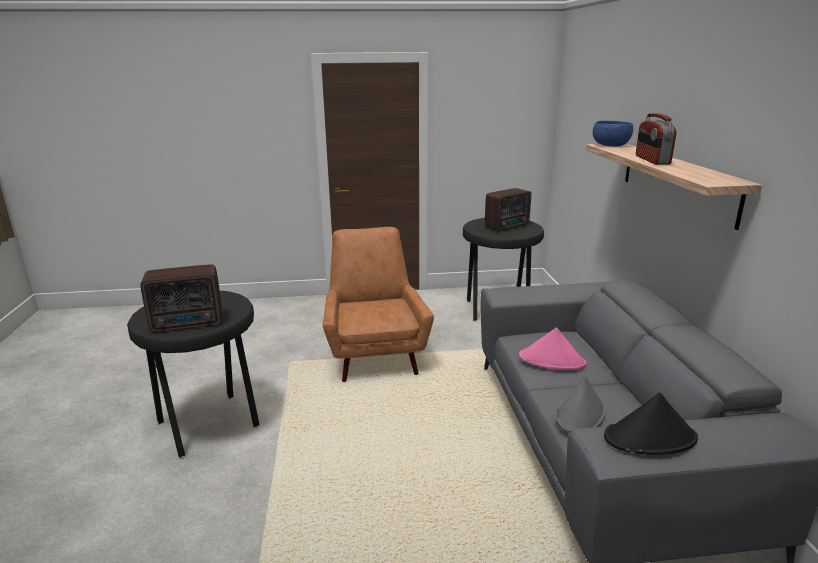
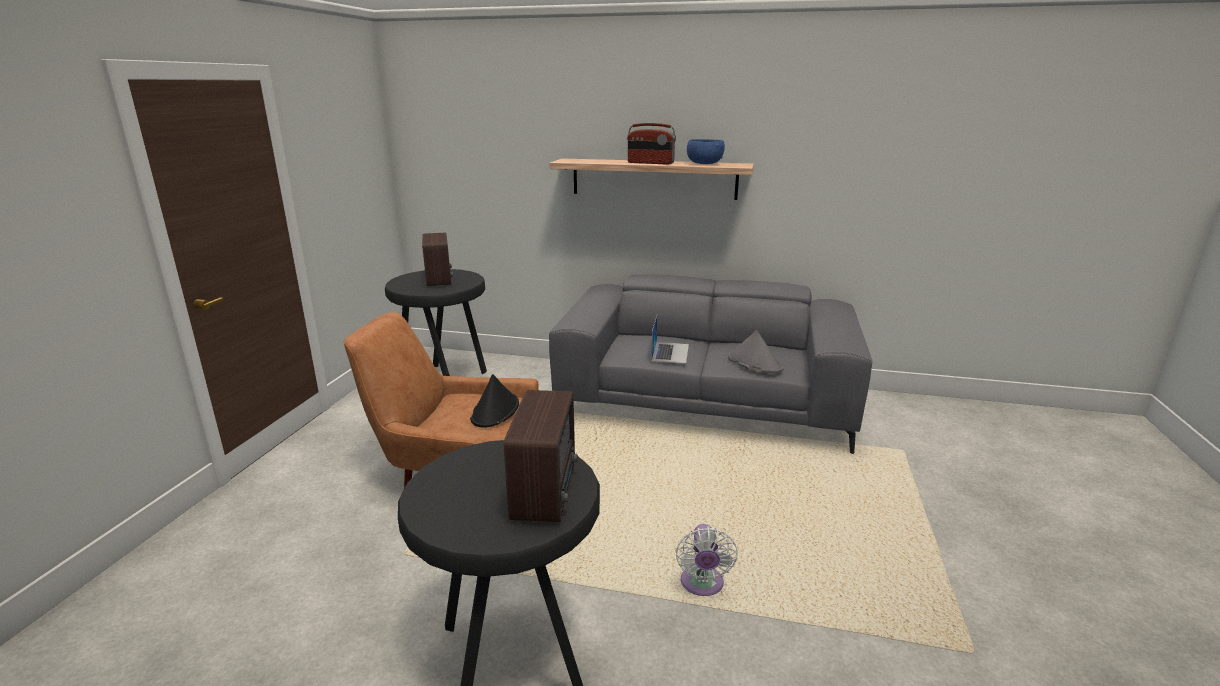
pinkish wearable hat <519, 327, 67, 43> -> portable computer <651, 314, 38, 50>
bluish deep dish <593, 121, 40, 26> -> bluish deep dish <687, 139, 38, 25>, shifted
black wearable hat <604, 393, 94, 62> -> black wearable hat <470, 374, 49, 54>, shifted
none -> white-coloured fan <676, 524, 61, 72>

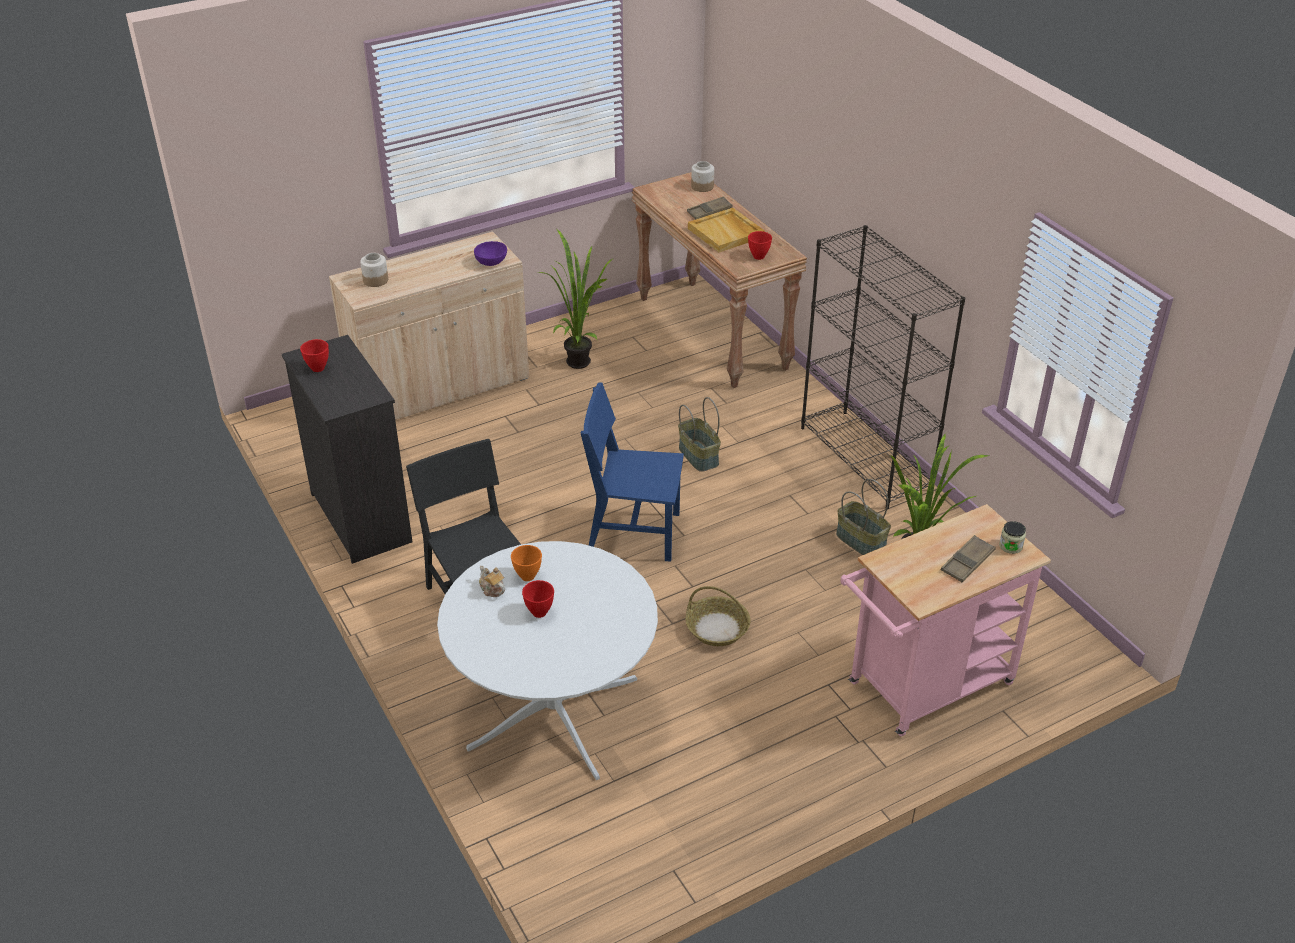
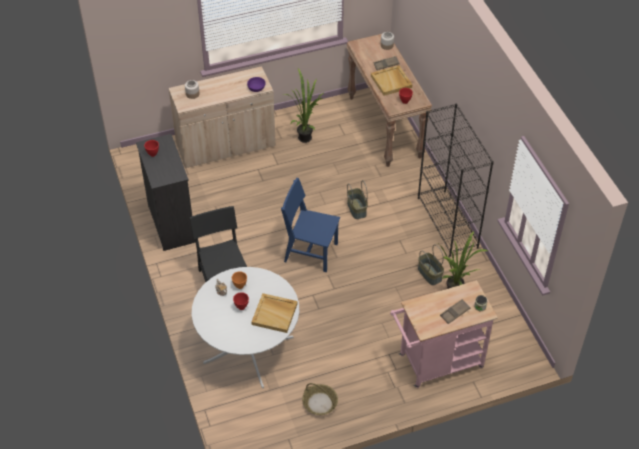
basket <685, 586, 66, 60> -> basket <302, 383, 36, 32>, shifted
none -> beige serving tray <251, 293, 46, 40>

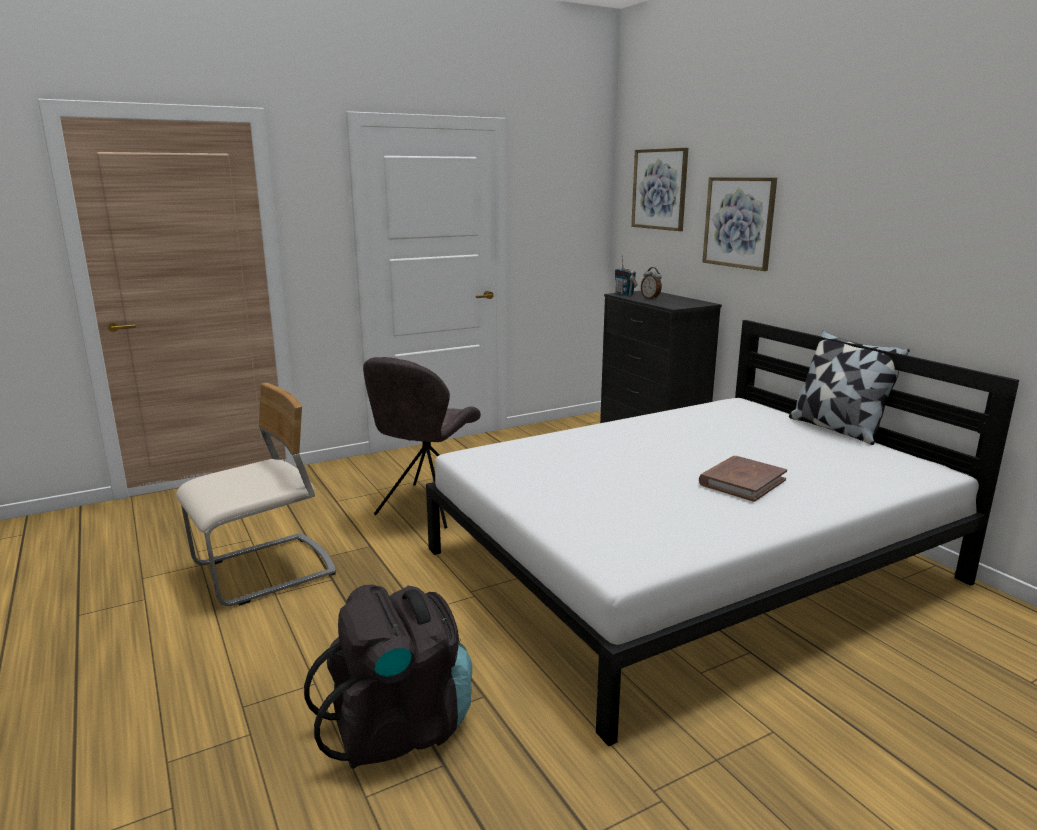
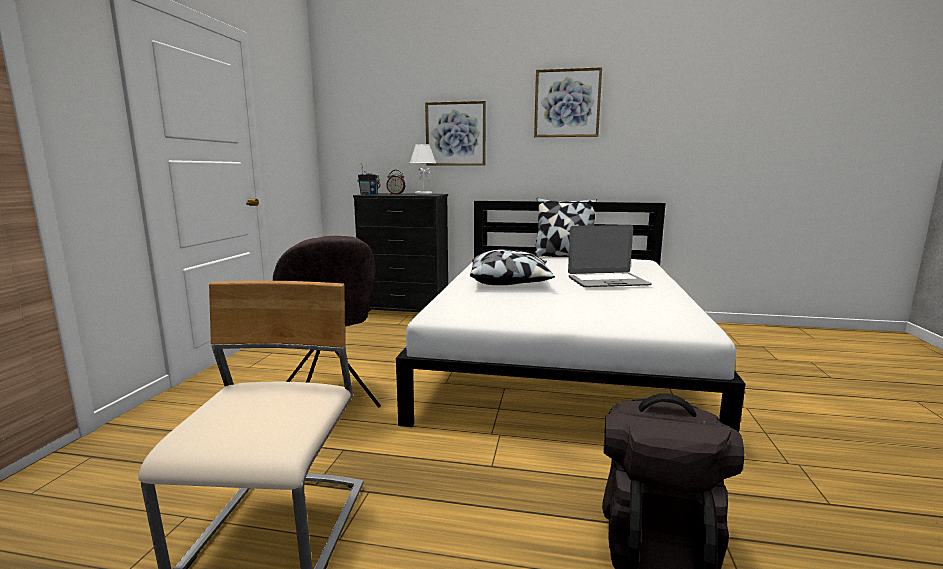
picture <631, 148, 57, 83> -> picture <534, 67, 68, 70>, shifted
brown book <699, 456, 88, 46> -> portable computer <568, 225, 84, 62>
none -> white-coloured lamp for a table <410, 144, 26, 51>
none -> throw pillow <470, 250, 85, 35>

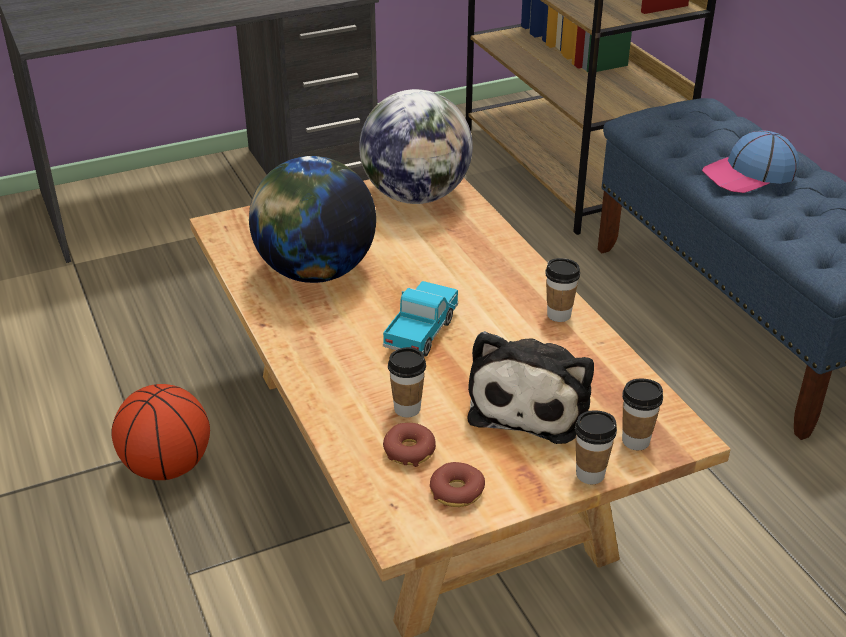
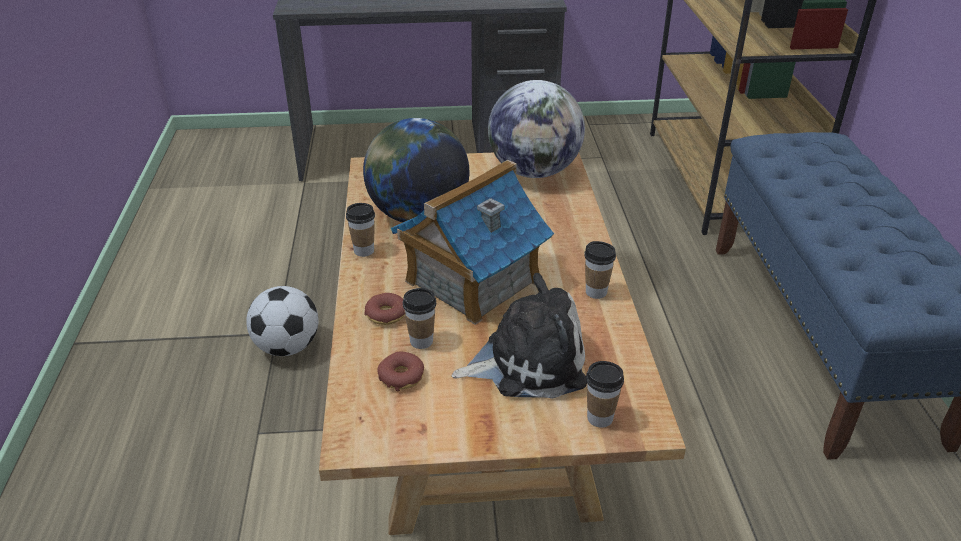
basketball <111, 384, 99, 96> -> football ball <246, 286, 72, 70>
toy truck <383, 281, 75, 76> -> model house <391, 160, 163, 165>
doughnut <430, 462, 55, 45> -> doughnut <364, 293, 41, 32>, shifted
soft toy <467, 331, 127, 113> -> soft toy <451, 273, 136, 126>, 135 degrees counterclockwise
drinking cup <575, 410, 42, 74> -> drinking cup <346, 203, 29, 54>, shifted
peaked cap <702, 131, 97, 62> -> none

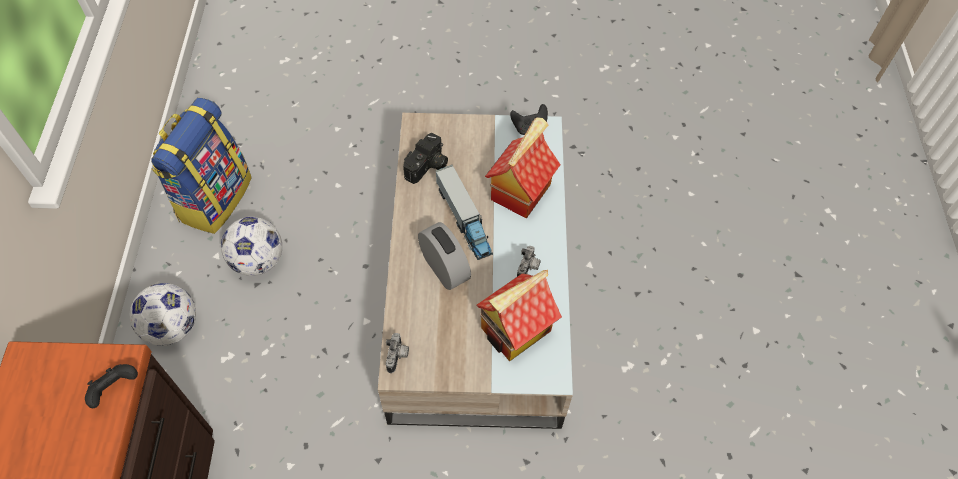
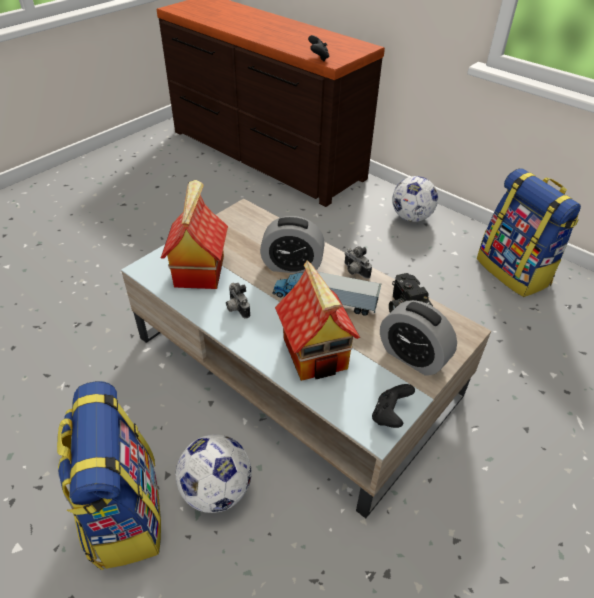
football ball <221, 217, 61, 59> -> football ball <176, 435, 76, 78>, shifted
still camera <386, 333, 23, 40> -> still camera <344, 246, 28, 33>, shifted
none -> knapsack <57, 381, 104, 189>
none -> bedside clock <380, 300, 77, 76>

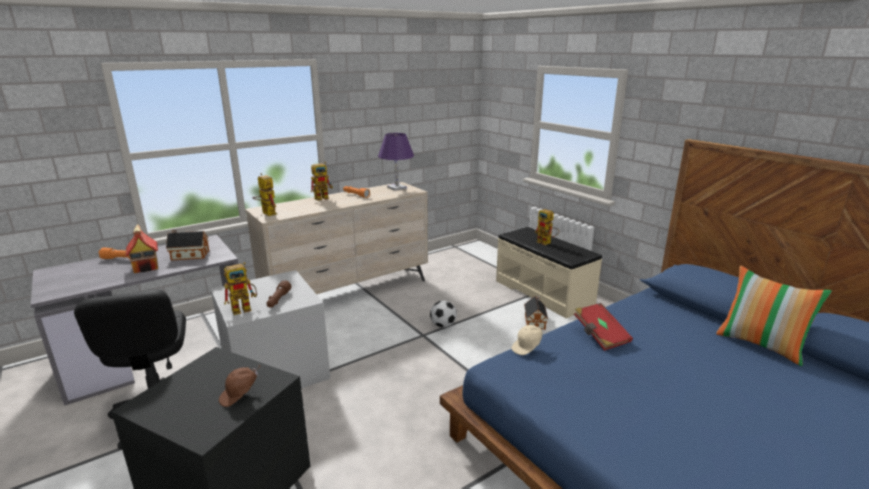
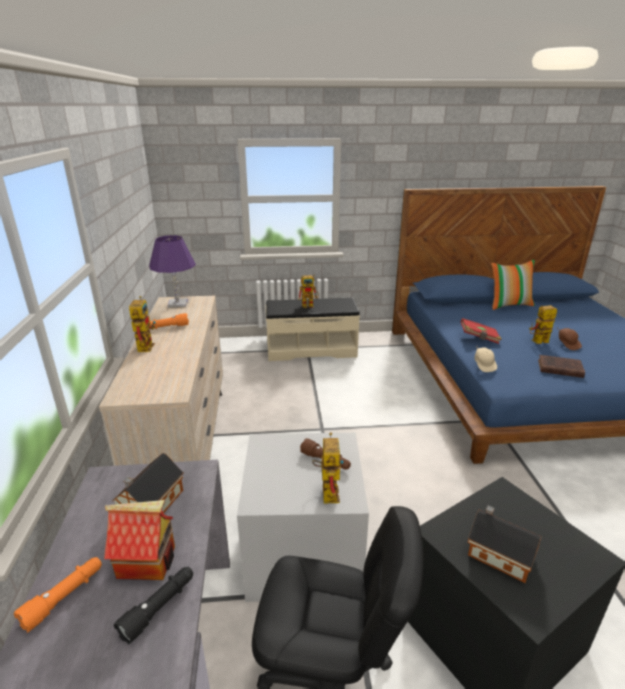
brown peaked cap <219, 365, 41, 42> -> brown peaked cap <557, 327, 25, 23>, shifted
robot figure <253, 173, 24, 43> -> robot figure <529, 305, 28, 39>, shifted
football ball <430, 301, 27, 26> -> none
model house <524, 296, 24, 34> -> model house <468, 505, 73, 78>, shifted
none -> black flashlight <114, 567, 79, 78>
none -> brown book <538, 355, 47, 23>

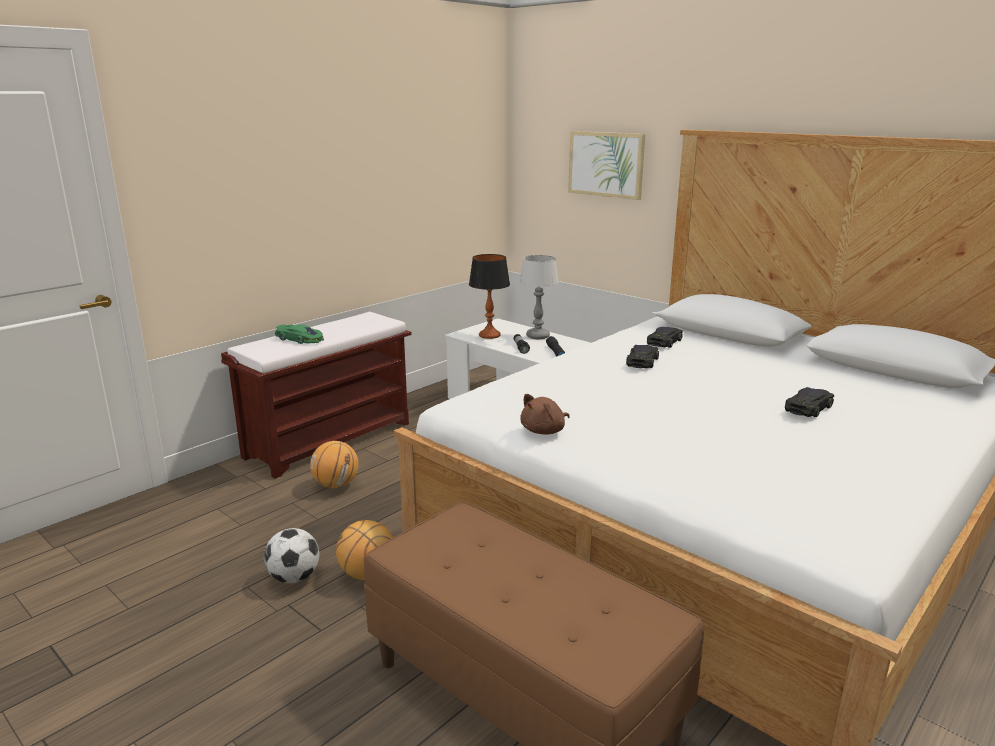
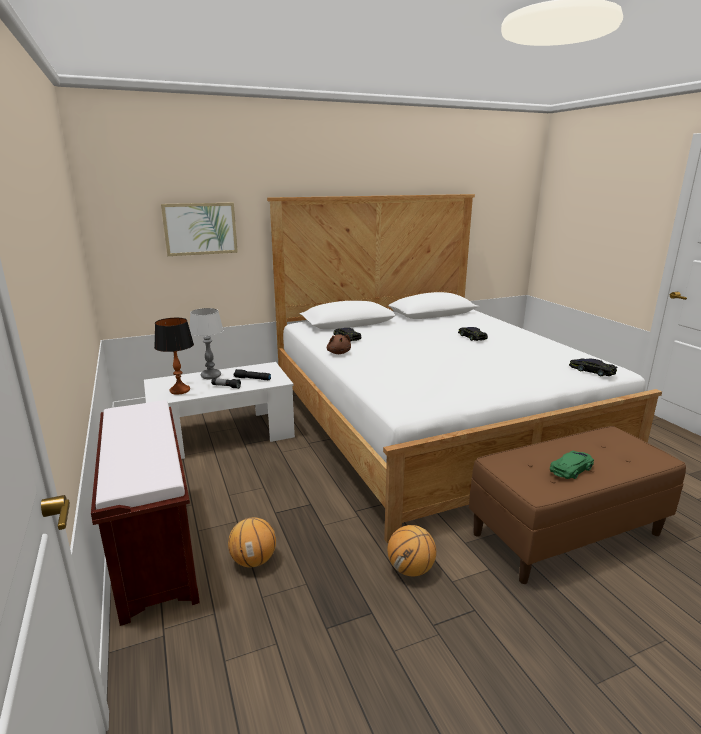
football ball <264, 528, 55, 55> -> none
green-coloured toy car <275, 324, 49, 20> -> green-coloured toy car <550, 451, 44, 28>, shifted
brown soft toy <520, 394, 50, 40> -> brown soft toy <327, 334, 24, 20>, shifted
black toy car <626, 345, 33, 23> -> black toy car <569, 358, 49, 18>, shifted

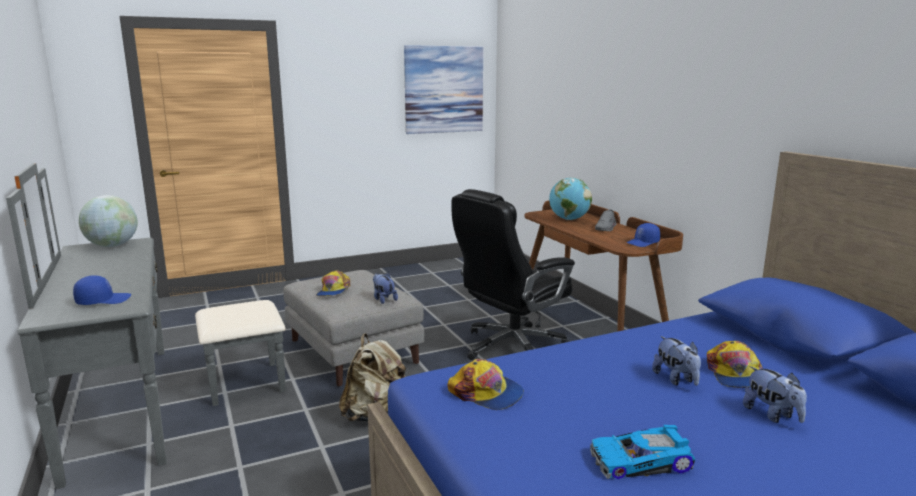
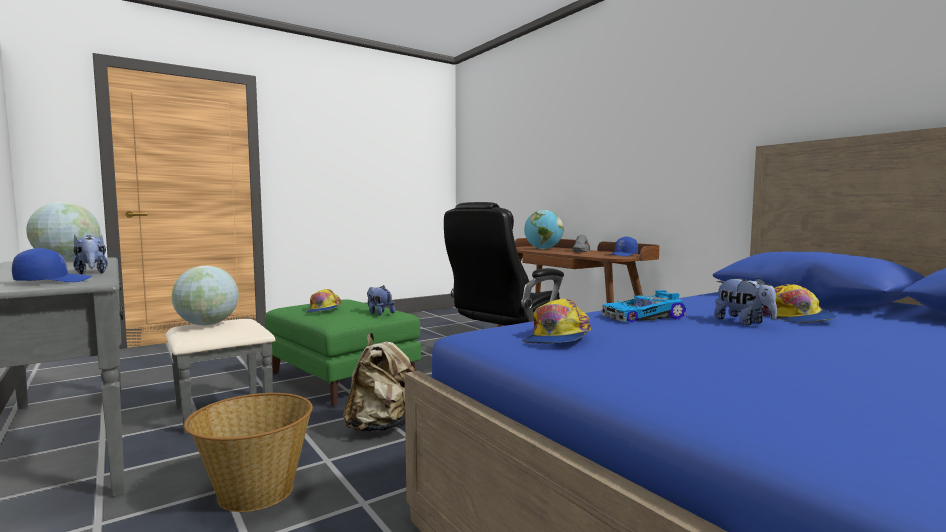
gray footrest <283, 270, 141, 116> -> green-coloured footrest <265, 299, 156, 108>
picture <404, 45, 79, 89> -> none
peaked cap <448, 359, 76, 51> -> peaked cap <522, 299, 70, 45>, 90 degrees clockwise
toy car <590, 425, 105, 54> -> toy car <601, 290, 85, 32>, shifted
soft toy <743, 366, 64, 57> -> soft toy <73, 235, 35, 39>, shifted
none -> world globe <172, 266, 67, 59>
none -> basket <184, 393, 129, 119>

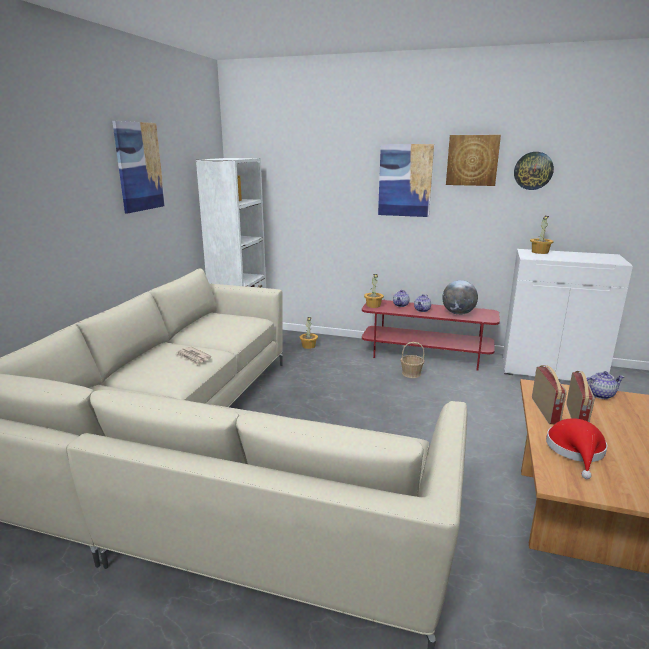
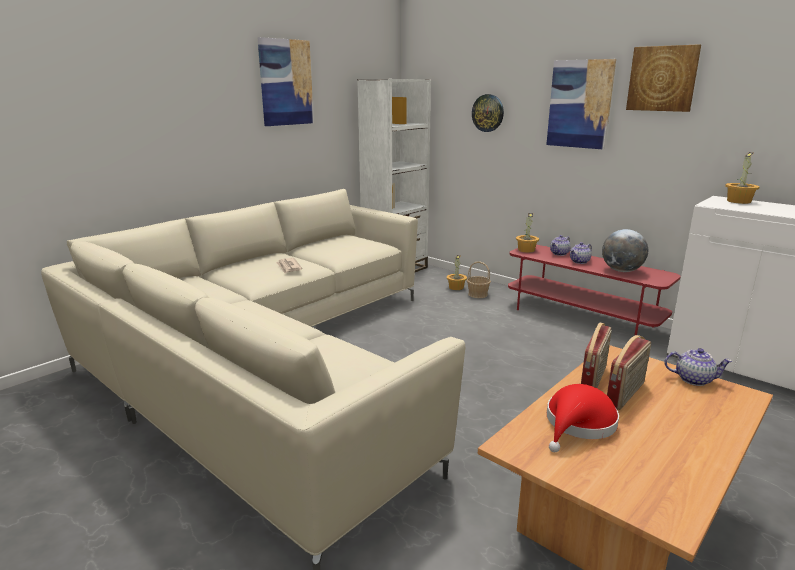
basket <400, 342, 25, 36> -> basket <467, 261, 24, 37>, shifted
wall clock <514, 152, 40, 38> -> wall clock <472, 94, 32, 38>, shifted

